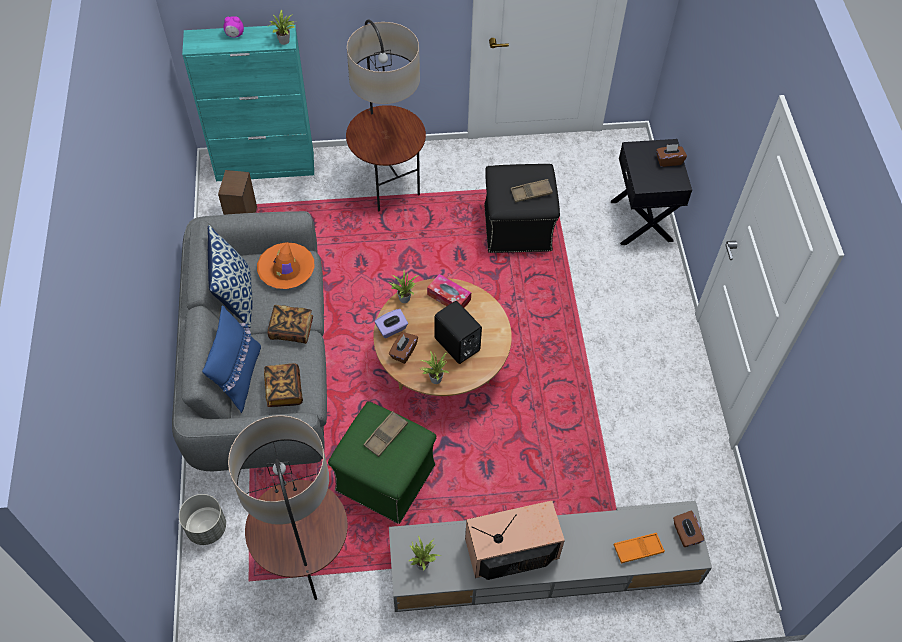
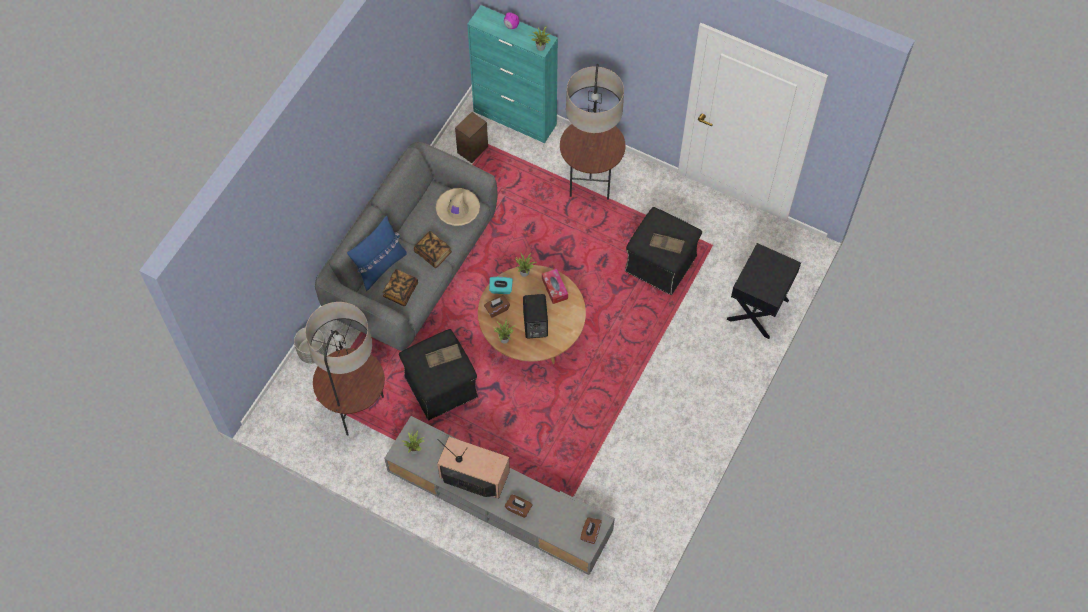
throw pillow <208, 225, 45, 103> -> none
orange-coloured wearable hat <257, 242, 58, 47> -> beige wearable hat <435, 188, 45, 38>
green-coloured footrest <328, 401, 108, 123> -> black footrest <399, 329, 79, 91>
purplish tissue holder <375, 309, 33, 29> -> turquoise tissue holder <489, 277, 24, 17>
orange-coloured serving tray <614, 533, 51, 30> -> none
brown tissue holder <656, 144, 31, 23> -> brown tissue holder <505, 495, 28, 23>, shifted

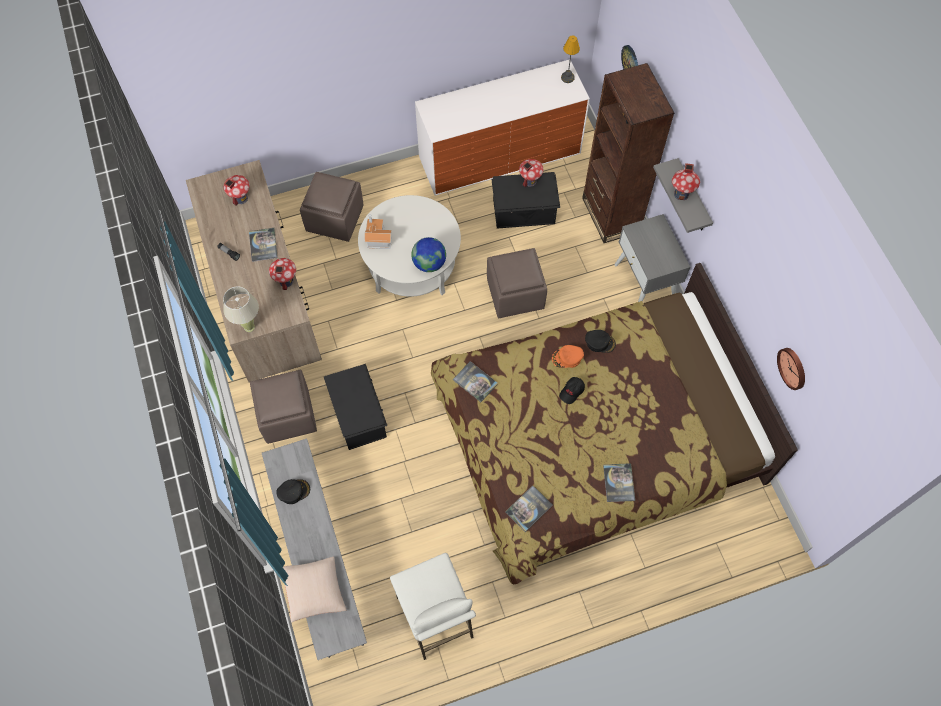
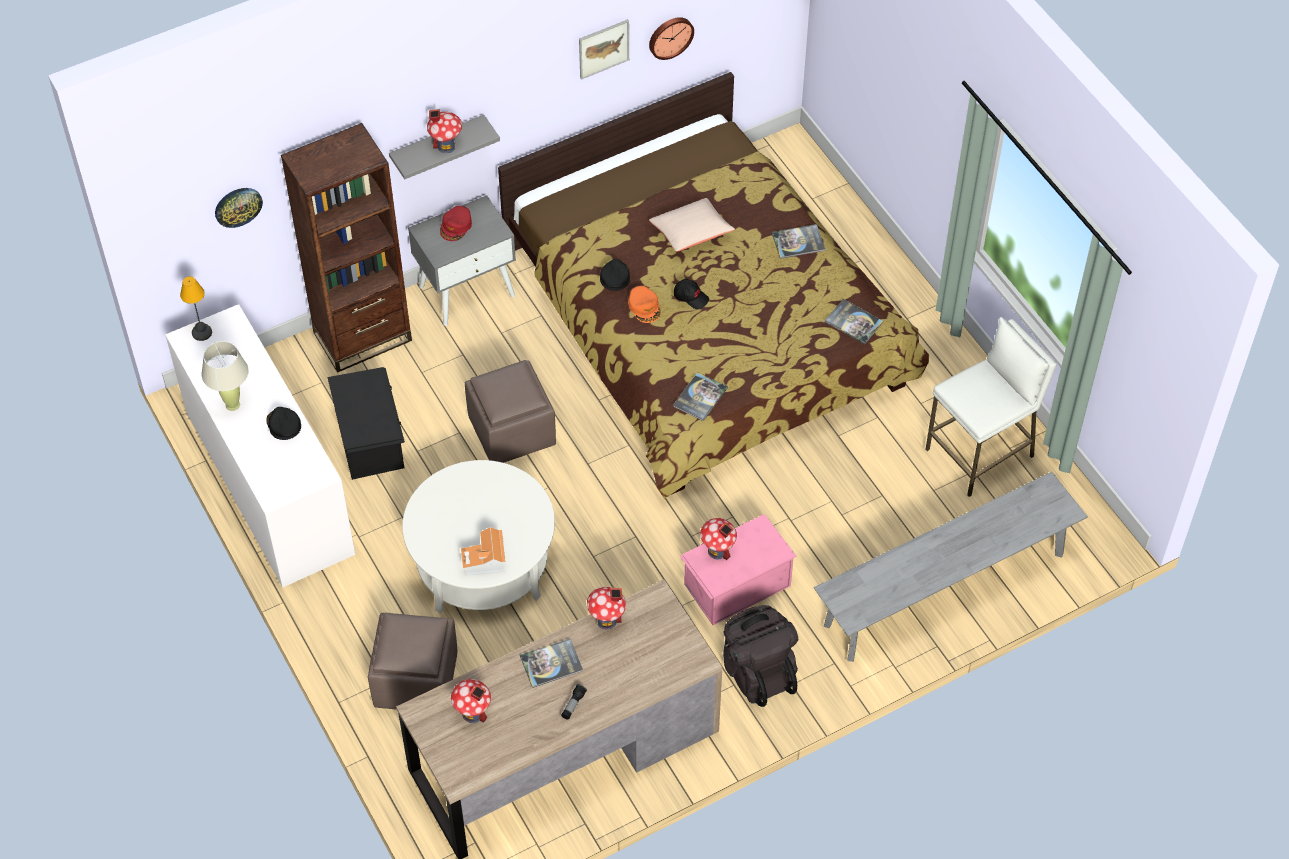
beige lamp for a table <223, 286, 36, 46> -> beige lamp for a table <202, 341, 46, 70>, shifted
brown footrest <250, 370, 67, 74> -> black knapsack <723, 605, 75, 102>
black peaked cap <276, 479, 34, 25> -> black peaked cap <266, 407, 35, 33>, shifted
beige throw pillow <283, 556, 63, 67> -> beige throw pillow <649, 198, 86, 54>, shifted
black storage container <323, 364, 64, 86> -> pinkish storage container <680, 514, 117, 111>
world globe <411, 237, 35, 35> -> none
model house <519, 159, 24, 28> -> model house <700, 518, 37, 42>, shifted
none -> red-coloured peaked cap <440, 206, 32, 35>
none -> picture <579, 19, 50, 61>

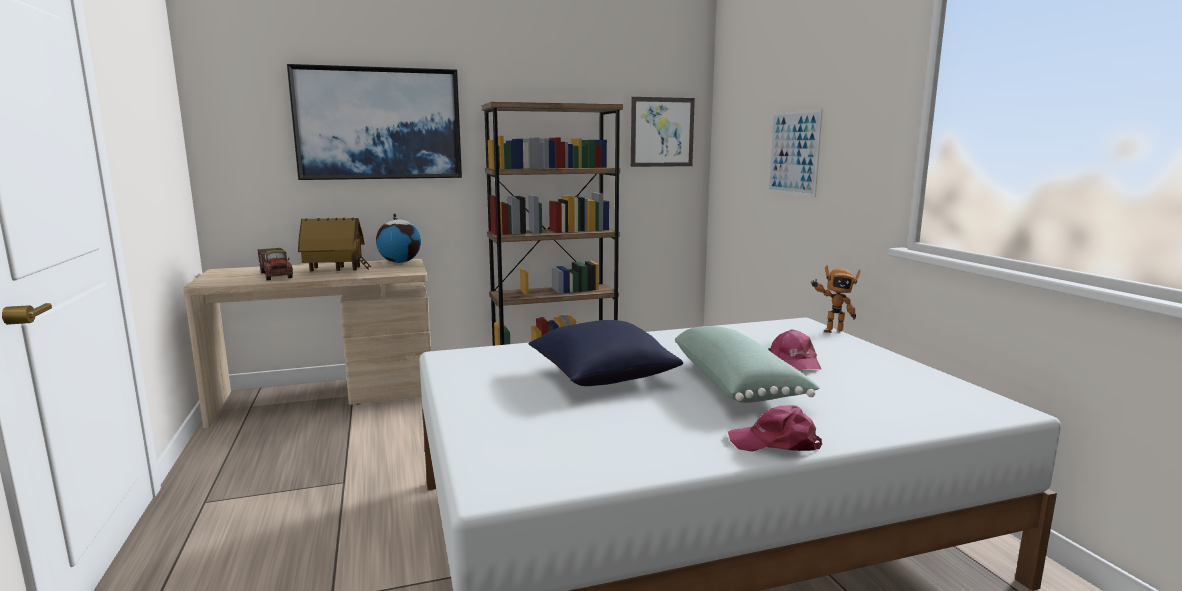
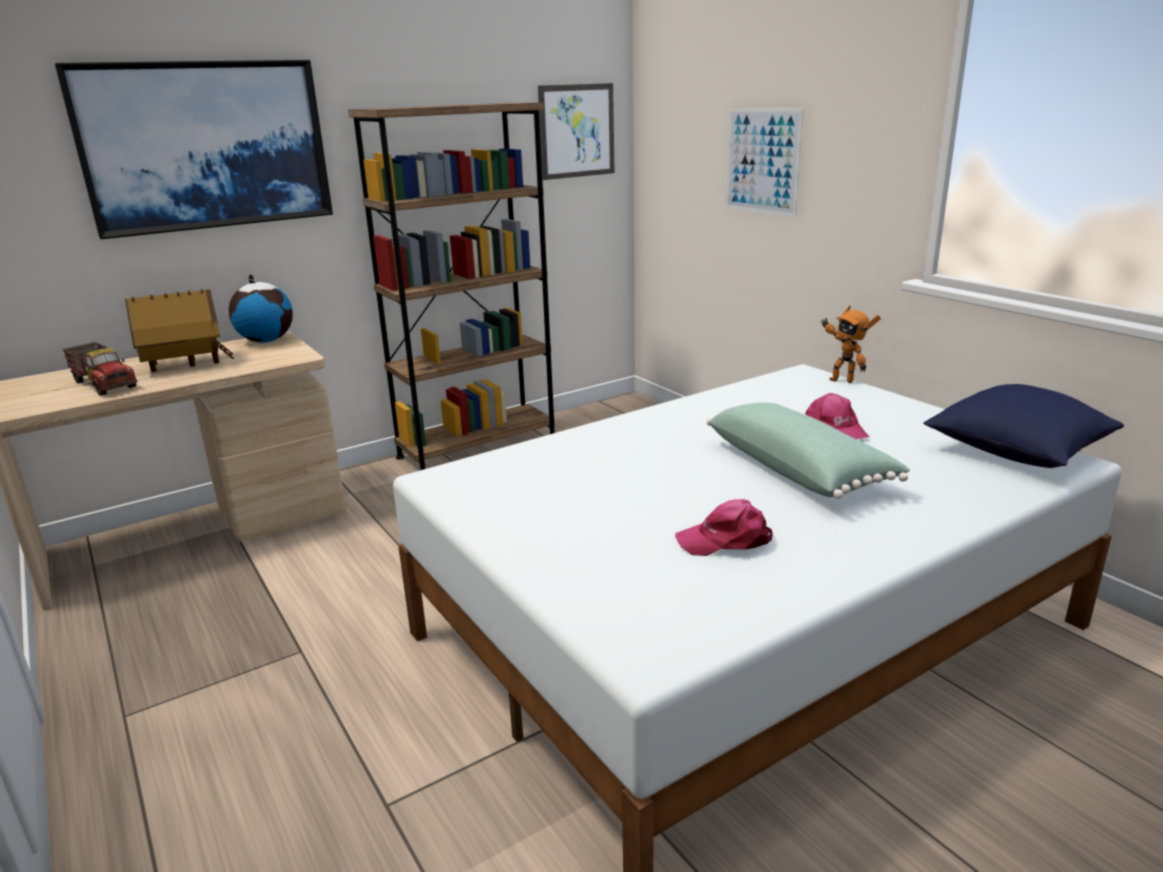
bluish throw pillow <528, 320, 155, 66> -> bluish throw pillow <923, 384, 201, 84>, shifted
pinkish peaked cap <728, 405, 94, 47> -> pinkish peaked cap <675, 499, 98, 57>, shifted
robot figure <811, 265, 49, 68> -> robot figure <820, 305, 61, 78>, 60 degrees clockwise

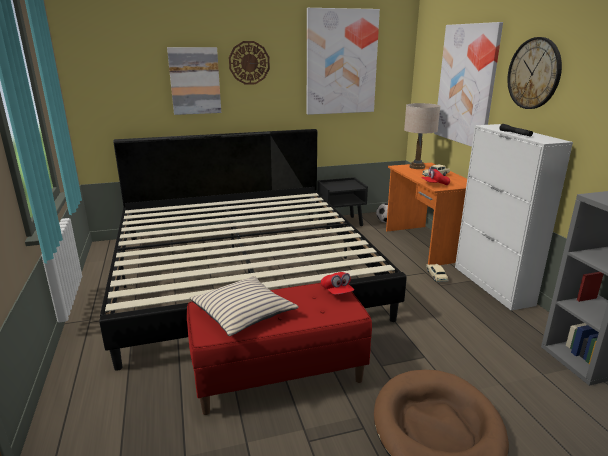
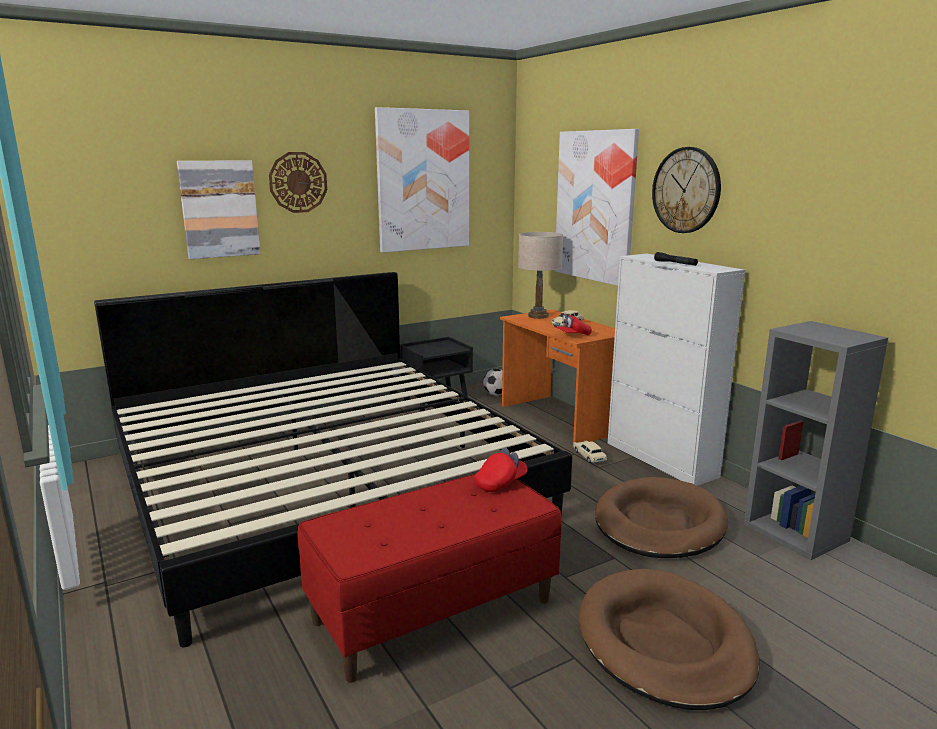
beige throw pillow <190, 276, 109, 60> -> none
red-coloured peaked cap <321, 272, 33, 23> -> red-coloured peaked cap <475, 448, 53, 44>, 90 degrees counterclockwise
none -> brown pet bed <595, 477, 133, 81>

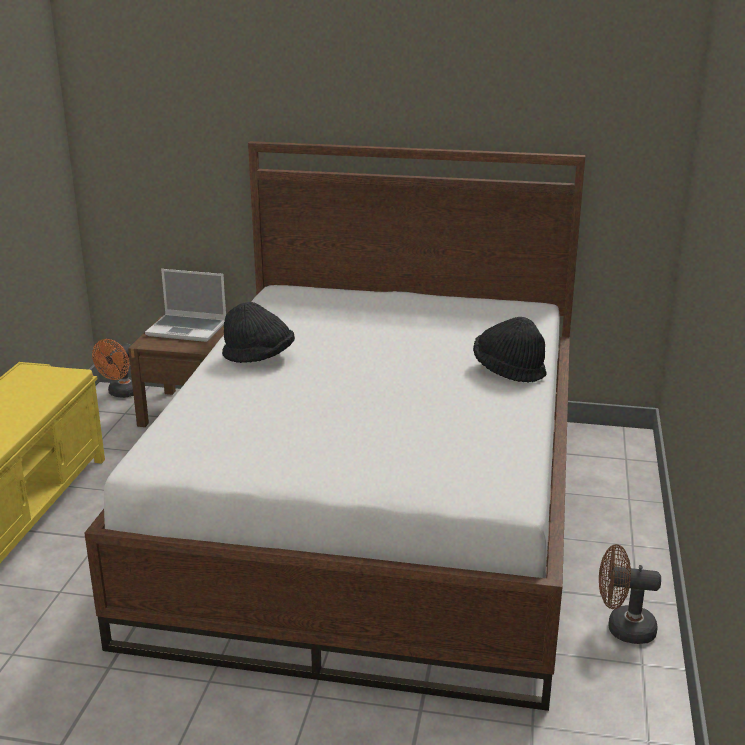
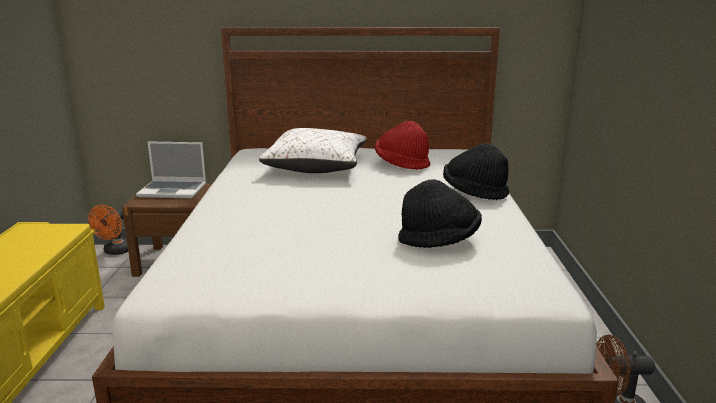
black wearable hat <222, 302, 73, 61> -> black wearable hat <398, 179, 84, 69>, shifted
none -> white-coloured throw pillow <259, 128, 108, 45>
none -> red-coloured wearable hat <375, 121, 55, 49>

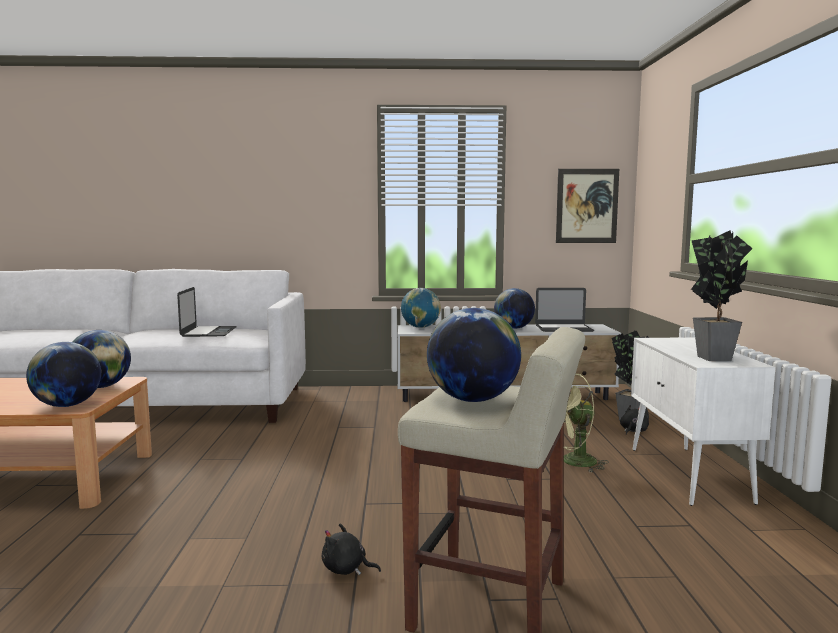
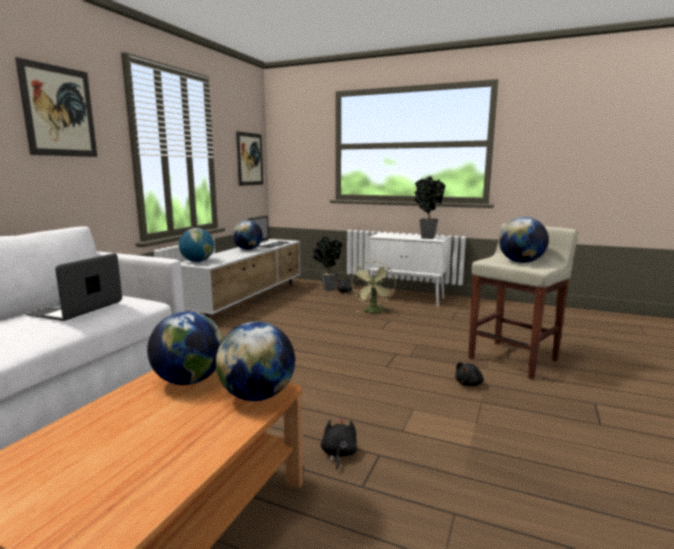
portable computer <177, 287, 60, 50> -> portable computer <26, 253, 96, 68>, 90 degrees counterclockwise
none -> picture <15, 57, 82, 100>
none -> black soft toy <321, 418, 36, 52>

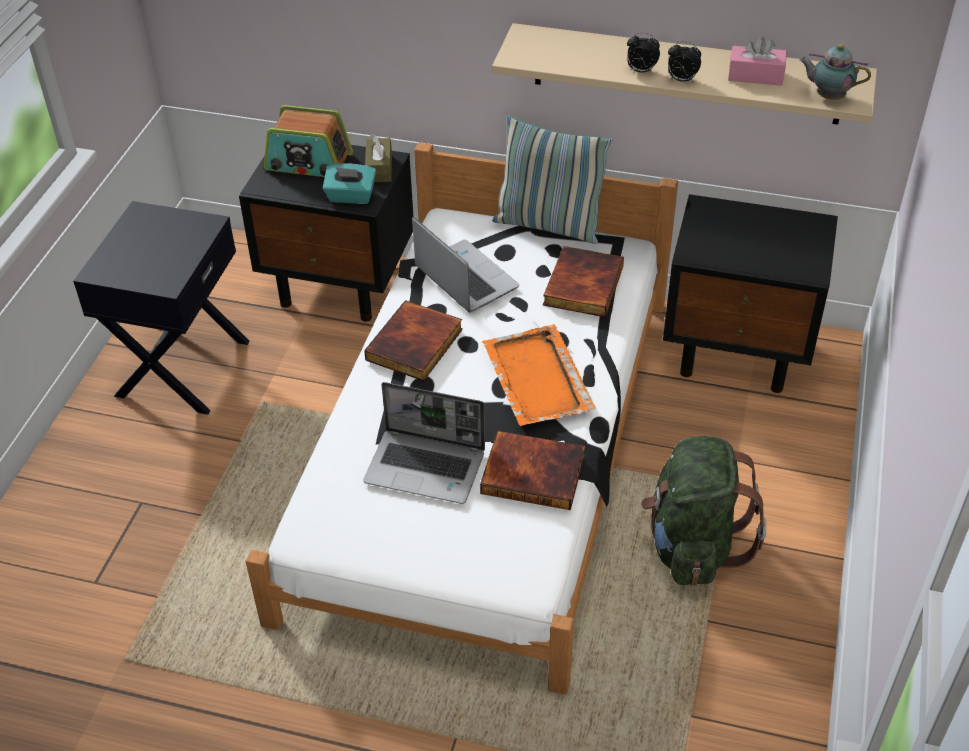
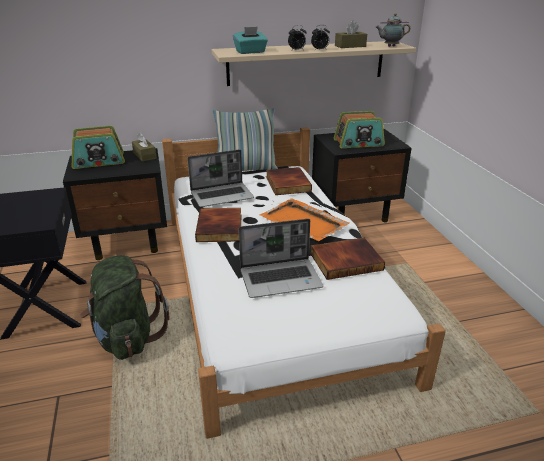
turquoise tissue holder <323, 163, 53, 41> -> turquoise tissue holder <233, 27, 35, 27>, shifted
portable computer <412, 217, 107, 96> -> portable computer <187, 149, 67, 58>, 135 degrees clockwise
green-coloured knapsack <641, 436, 126, 150> -> green-coloured knapsack <80, 255, 90, 105>, shifted
pinkish tissue holder <728, 36, 59, 50> -> brown tissue holder <335, 21, 32, 27>
none -> radio <334, 111, 51, 37>

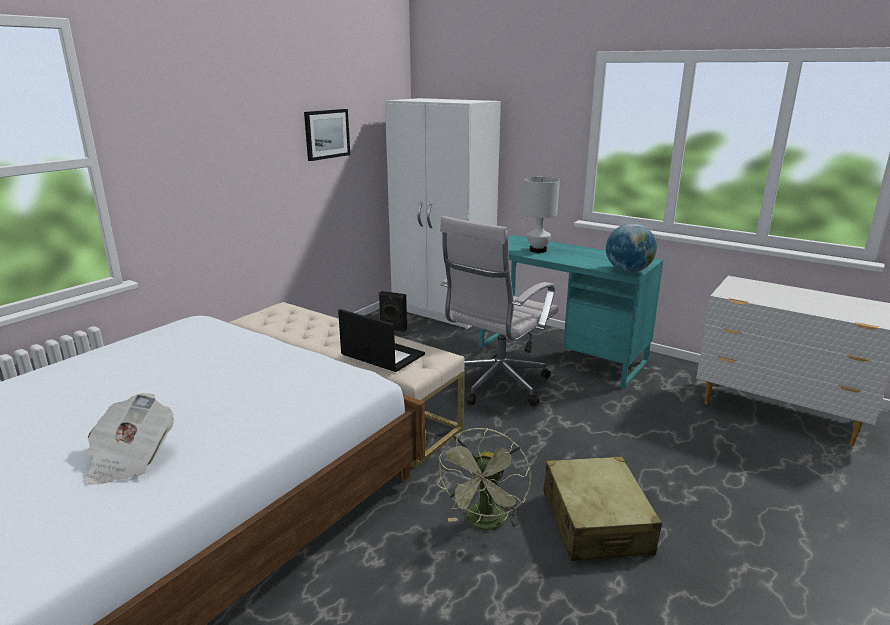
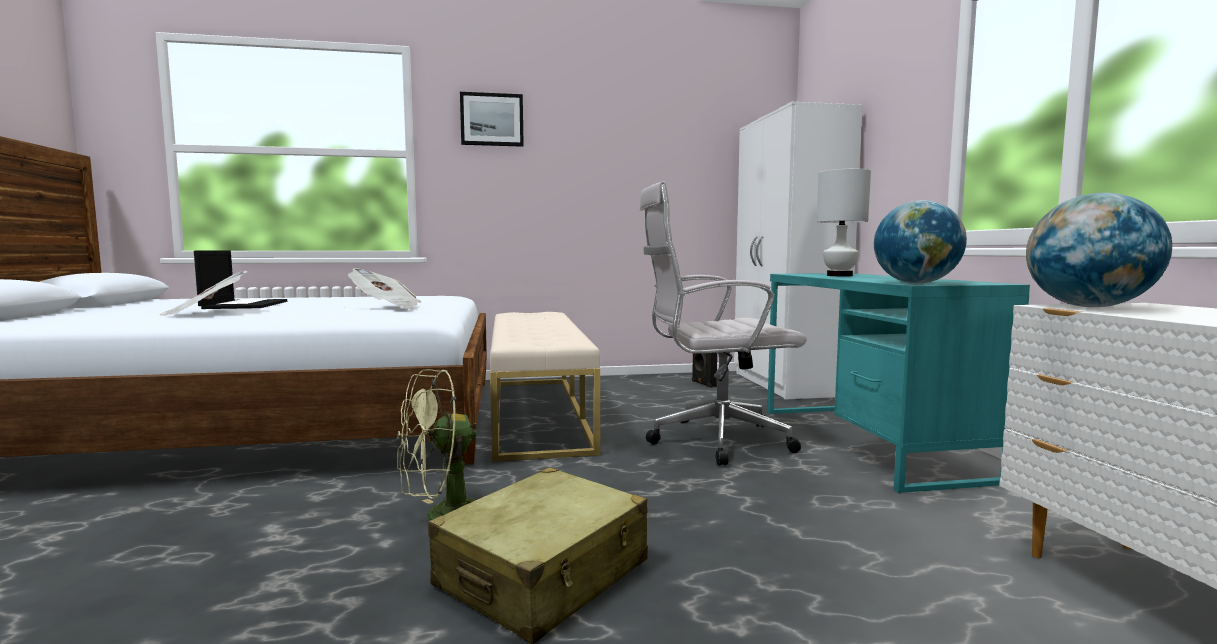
picture <304, 109, 46, 52> -> picture <460, 92, 64, 55>, shifted
portable computer <338, 309, 87, 63> -> portable computer <194, 250, 93, 59>, shifted
none -> printed paper <348, 268, 73, 41>
none -> world globe <1026, 193, 146, 114>

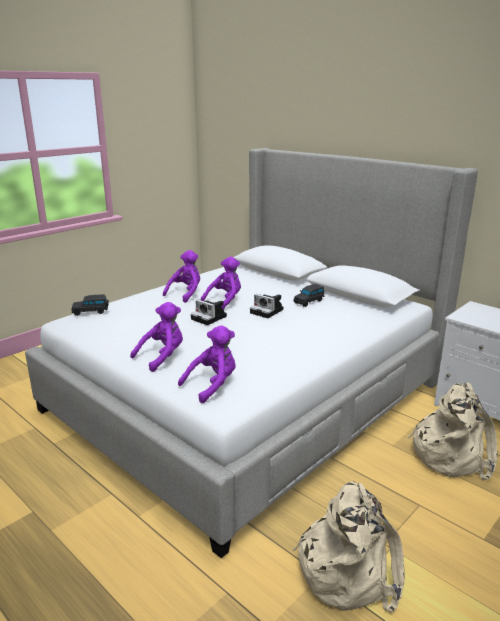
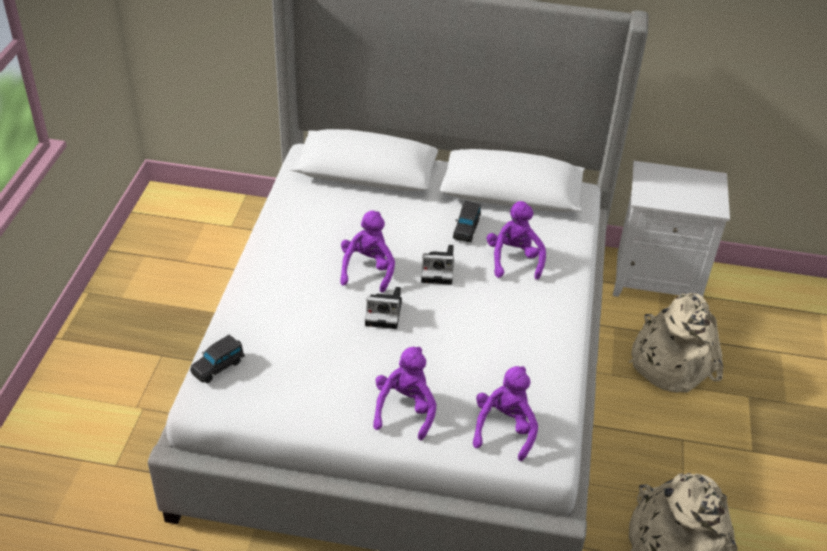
purplish soft toy <163, 250, 37, 53> -> purplish soft toy <487, 201, 59, 79>, shifted

